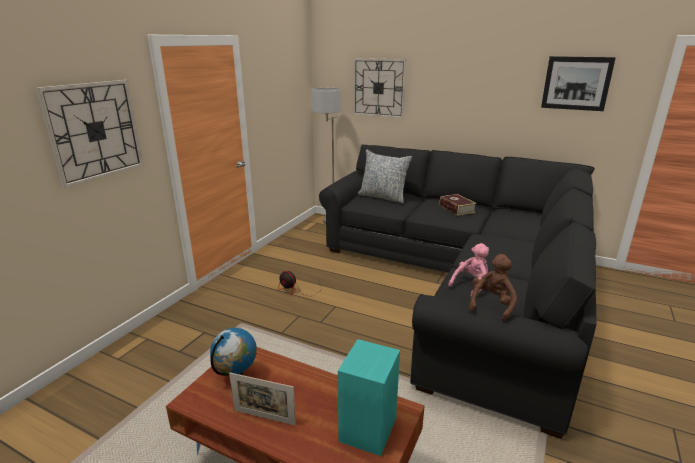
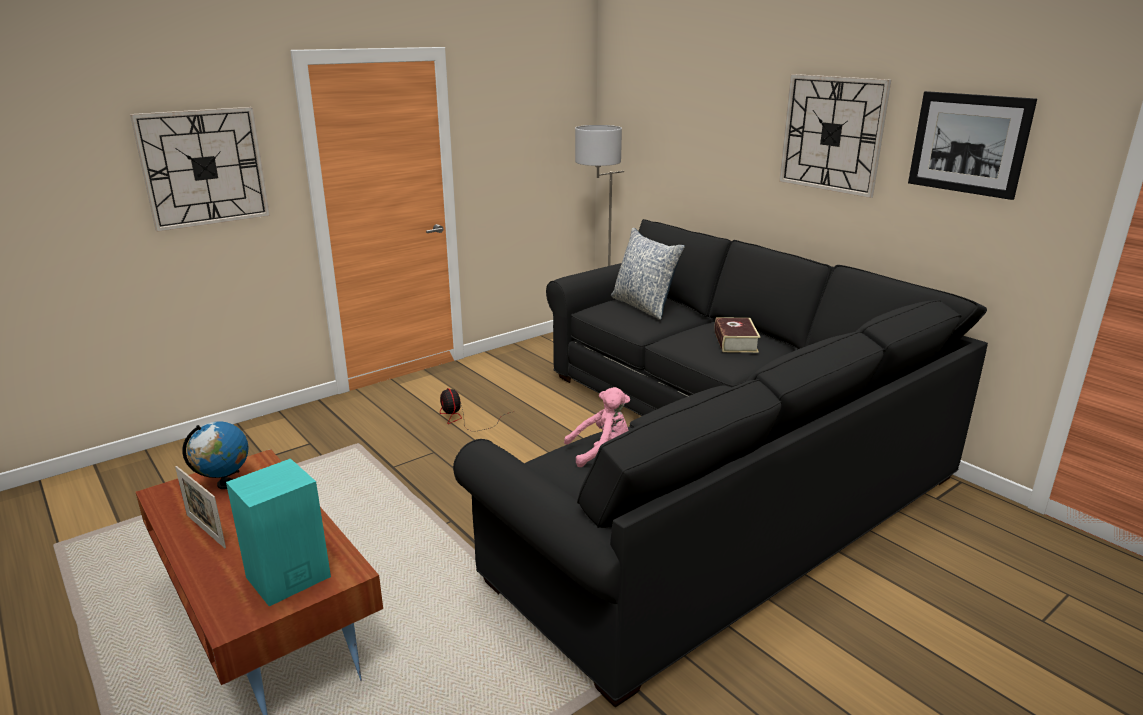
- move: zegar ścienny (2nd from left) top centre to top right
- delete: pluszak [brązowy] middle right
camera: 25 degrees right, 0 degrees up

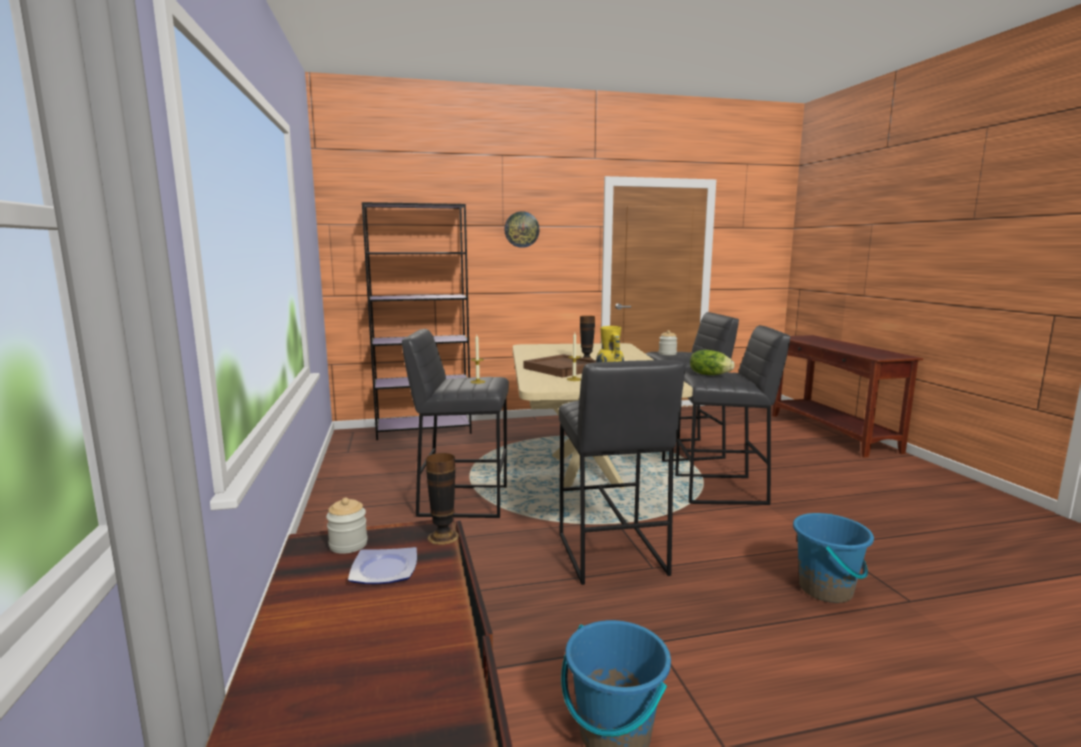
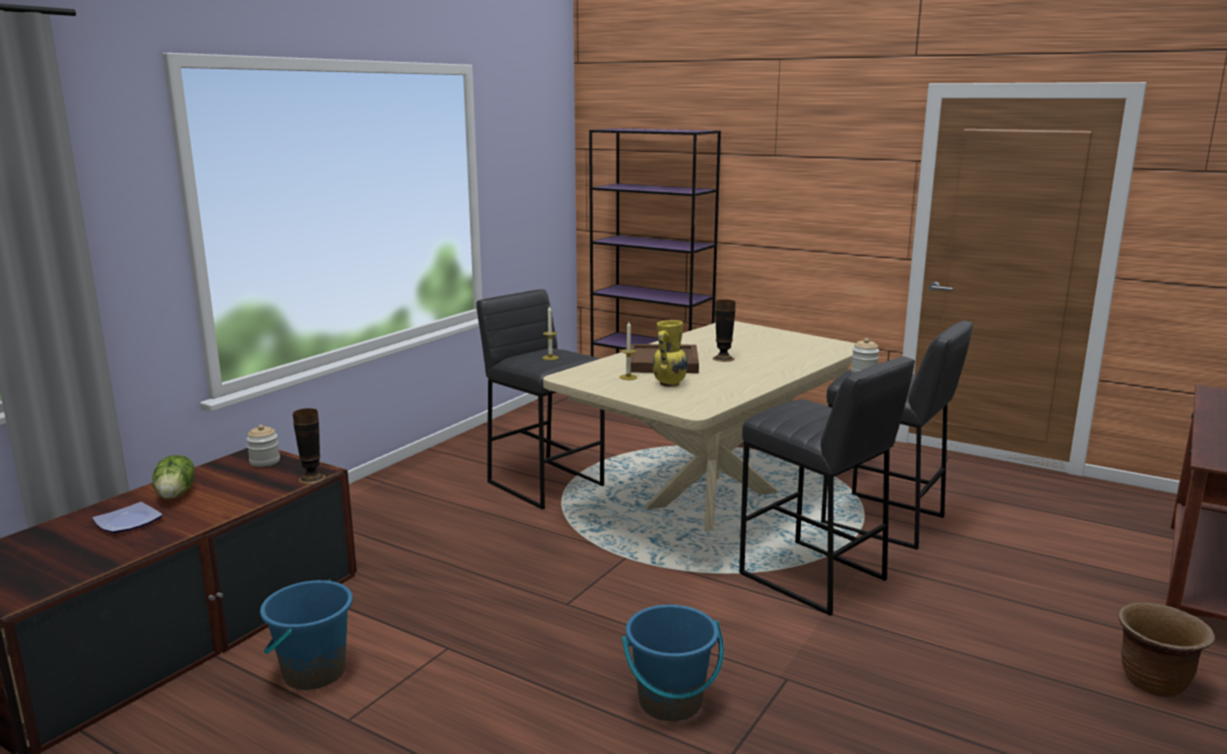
- move: talerz bottom centre to bottom left
- move: sałata centre to middle left
- insert: donica [brązowy] bottom right
- delete: zegar ścienny top centre
- delete: stołek [szary] (2nd from left) centre
camera: 45 degrees right, 5 degrees up

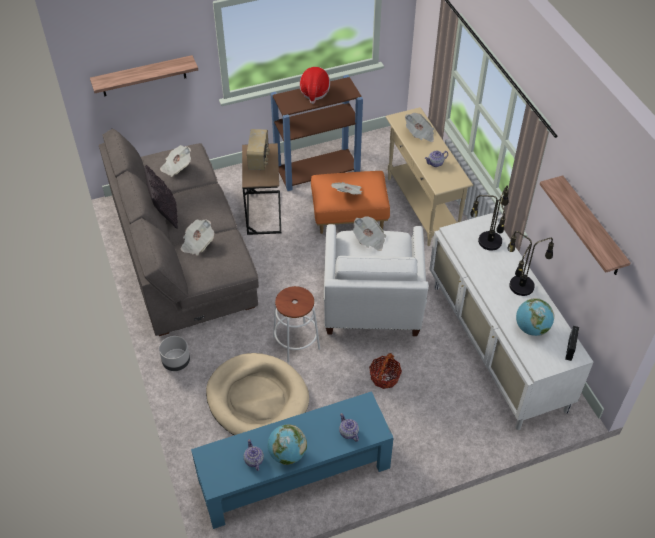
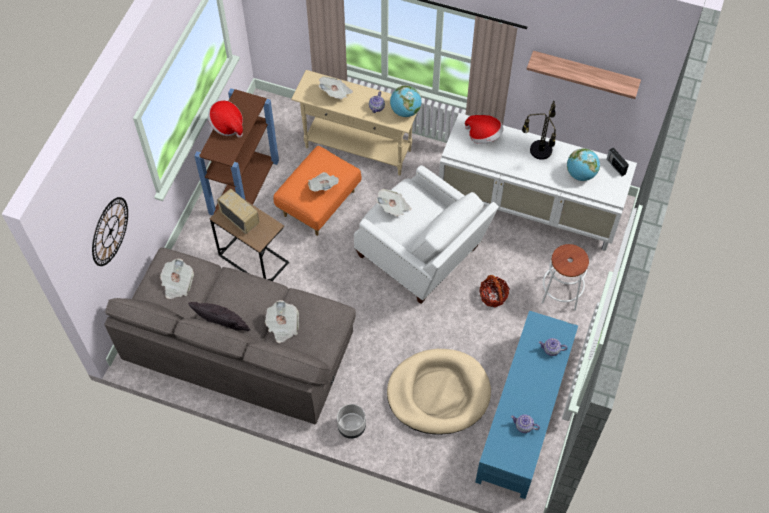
- replace: półka (1st from left) top left to zegar ścienny middle left
- move: globus (1st from left) bottom centre to top centre
- replace: lampa stołowa (1st from left) middle right to kapelusz (2nd from left) top centre
- move: stołek [biały] centre to middle right
camera: 50 degrees left, 10 degrees up

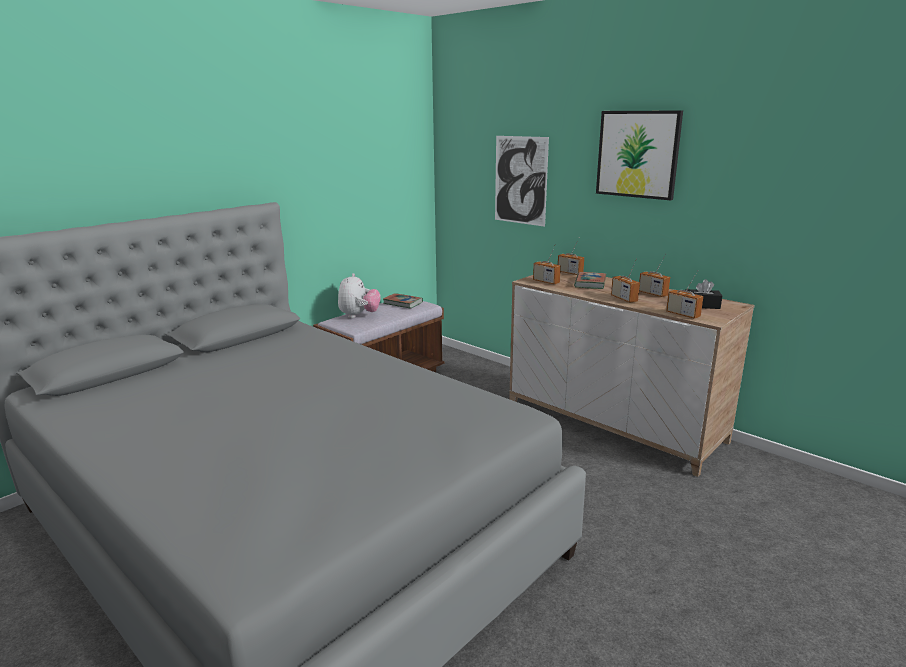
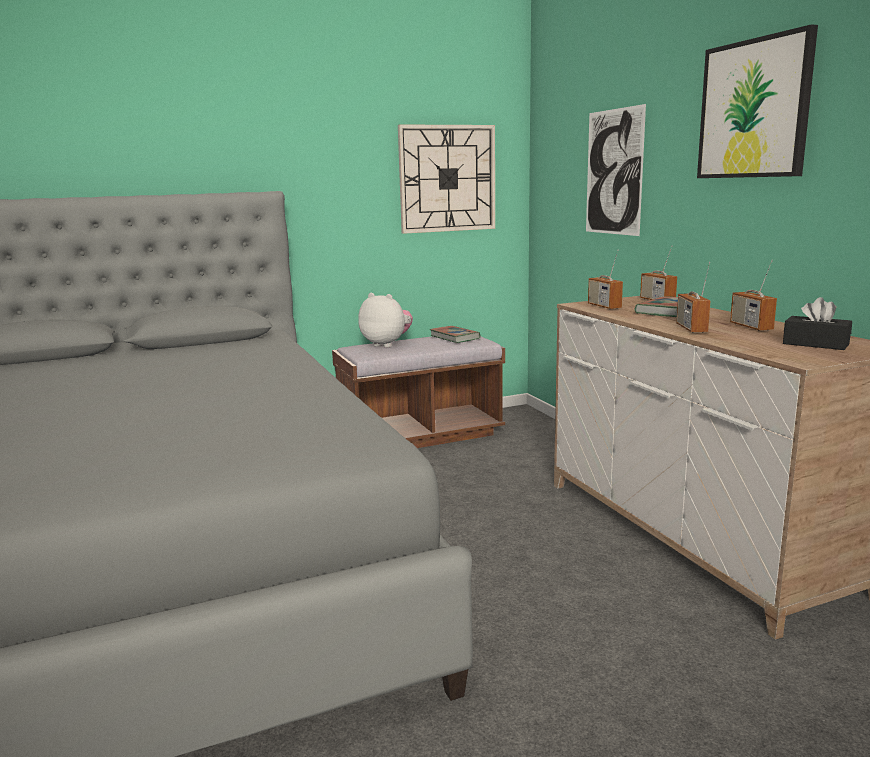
- rotate: pluszak centre = centre 90 degrees counterclockwise
- insert: zegar ścienny top centre
- delete: radio (5th from left) middle right
camera: 25 degrees right, 5 degrees down

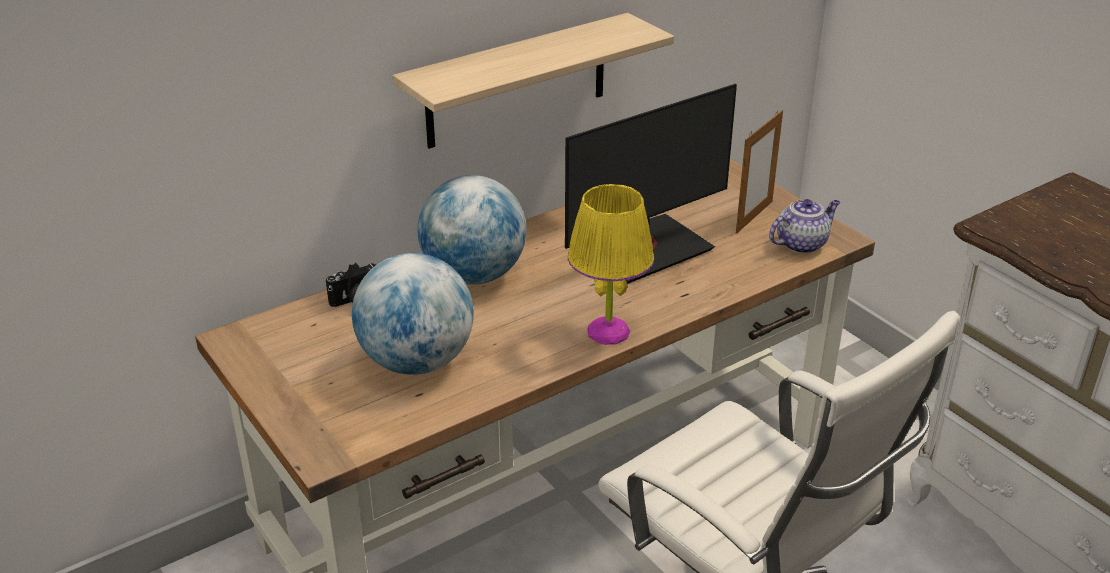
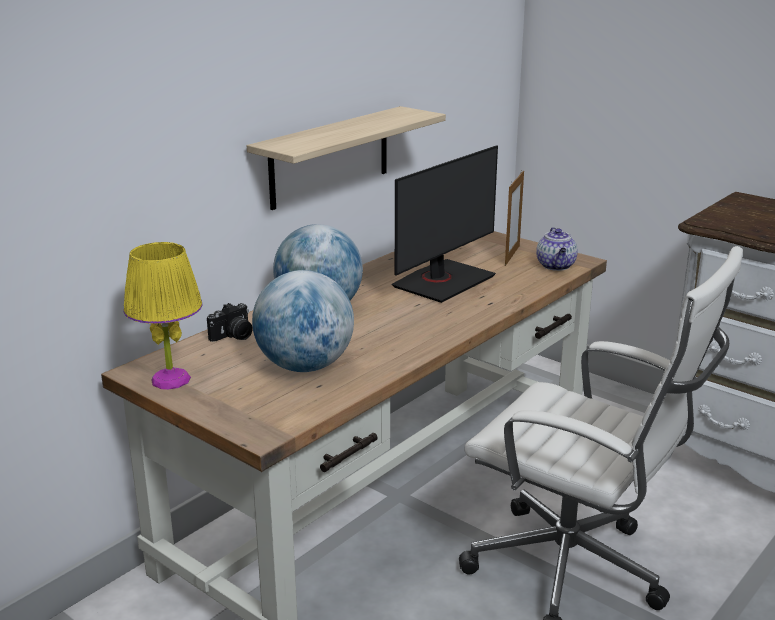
- move: lampa stołowa [żółty] centre to middle left
- rotate: imbryk middle right = middle right 135 degrees clockwise
camera: 15 degrees left, 10 degrees down

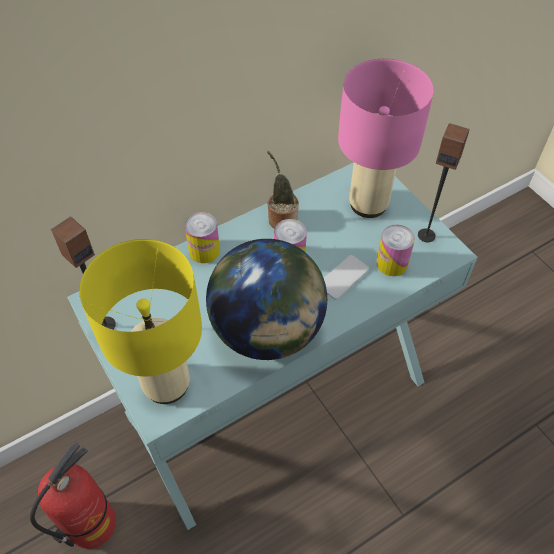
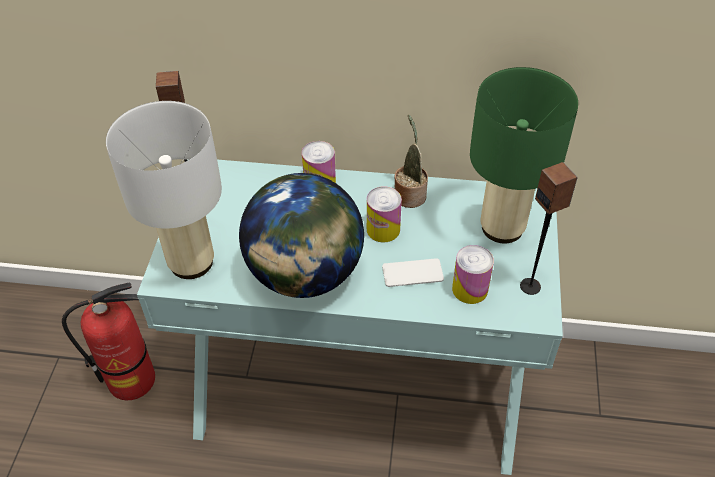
- recolor: lampa stołowa [żółty] middle left to lampa stołowa [biały] middle left
- recolor: lampa stołowa [różowy] top right to lampa stołowa [zielony] top right
camera: 40 degrees right, 5 degrees down

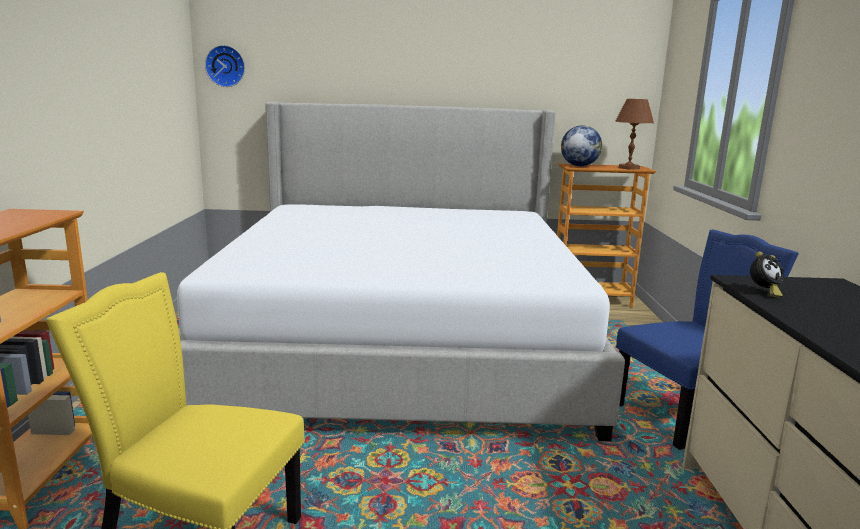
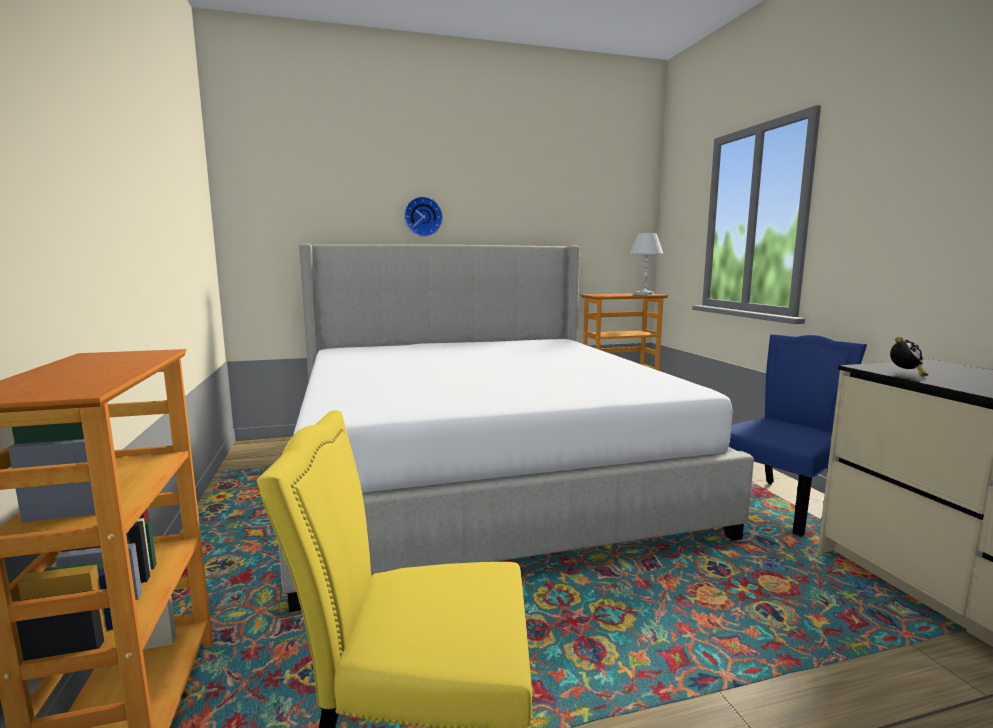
- move: zegar ścienny top left to top centre
- recolor: lampa stołowa [brązowy] top right to lampa stołowa [biały] centre
- delete: globus top right
camera: 15 degrees left, 5 degrees down

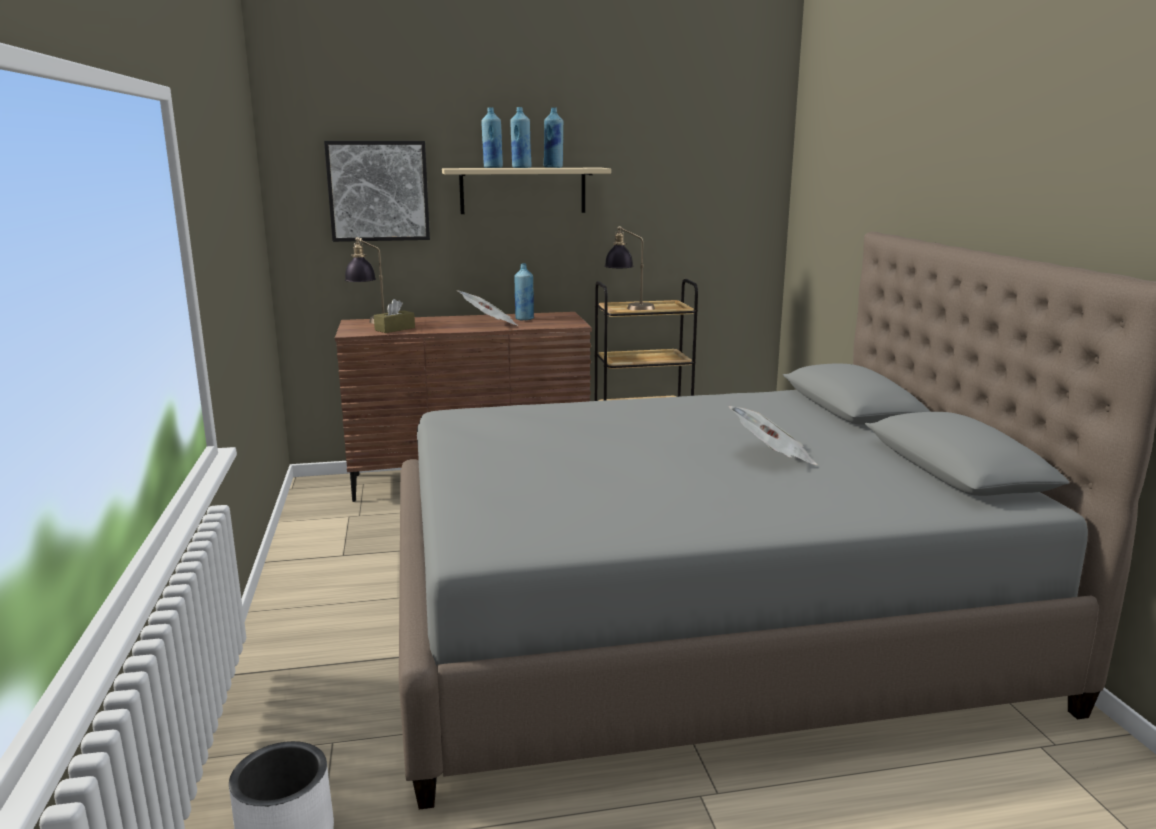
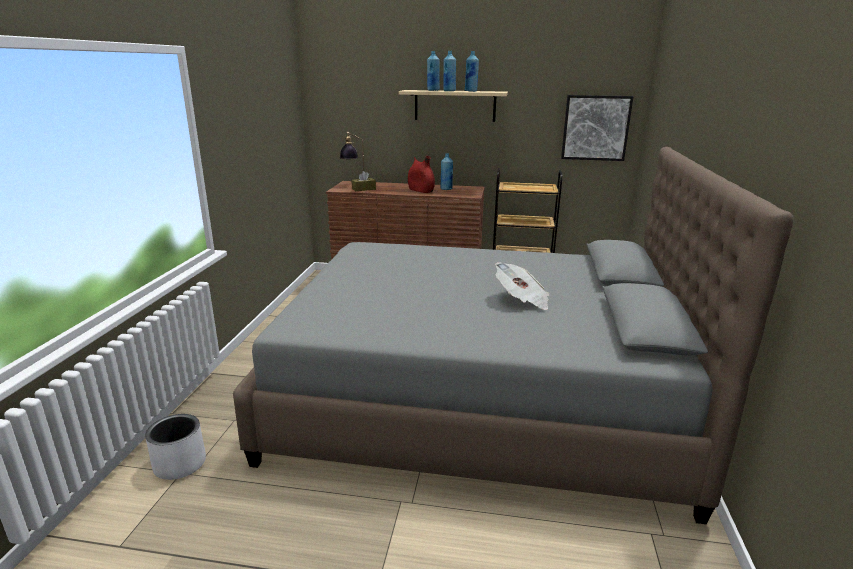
- replace: gazeta (1st from left) centre to wazon [czerwony] top centre
- move: obraz top left to top right
- delete: lampa stołowa (2nd from left) top centre
camera: 20 degrees right, 5 degrees up

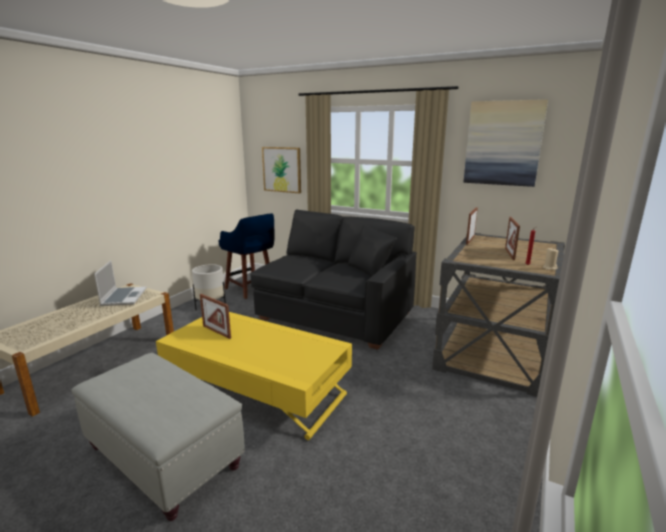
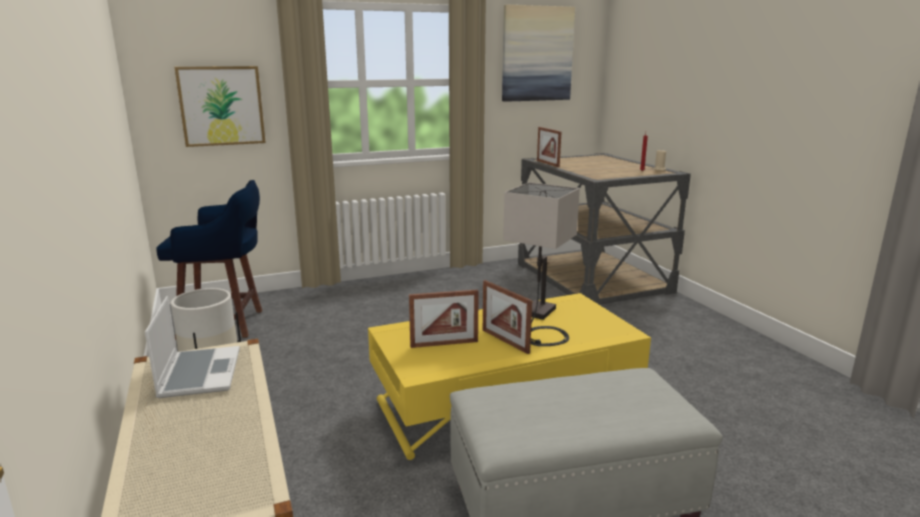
- rotate: laptop middle left = bottom left 45 degrees clockwise
- move: ramka na zdjęcie (3rd from left in the first image) middle right to ramka na zdjęcie (2nd from left) centre
- insert: lampa stołowa centre
- delete: kanapa [czarny] centre
camera: 50 degrees left, 0 degrees up

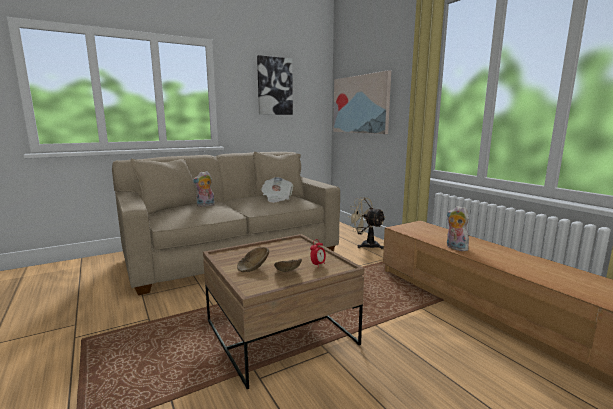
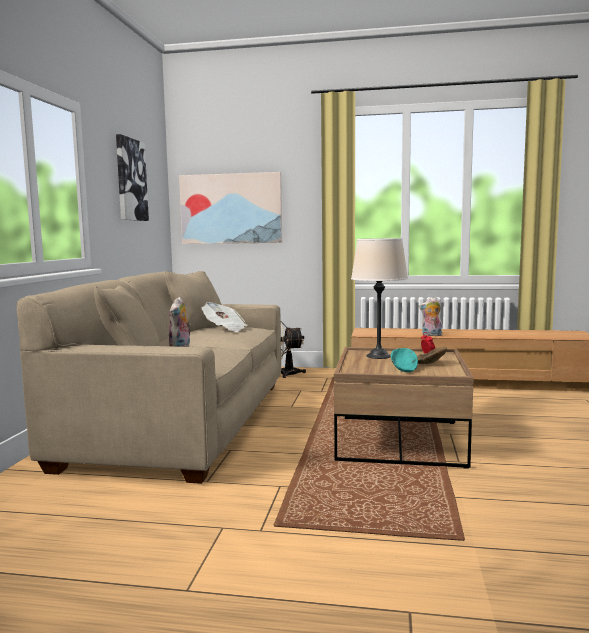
- insert: lampa stołowa [beżowy] centre
- recolor: miska [brązowy] (1st from left) centre to miska [turkusowy] middle right
camera: 50 degrees left, 5 degrees down

